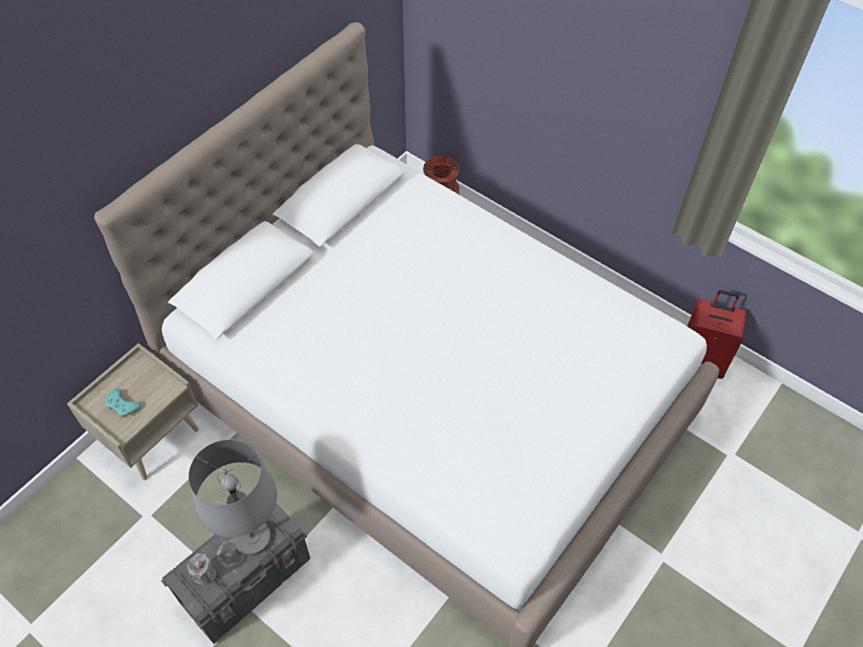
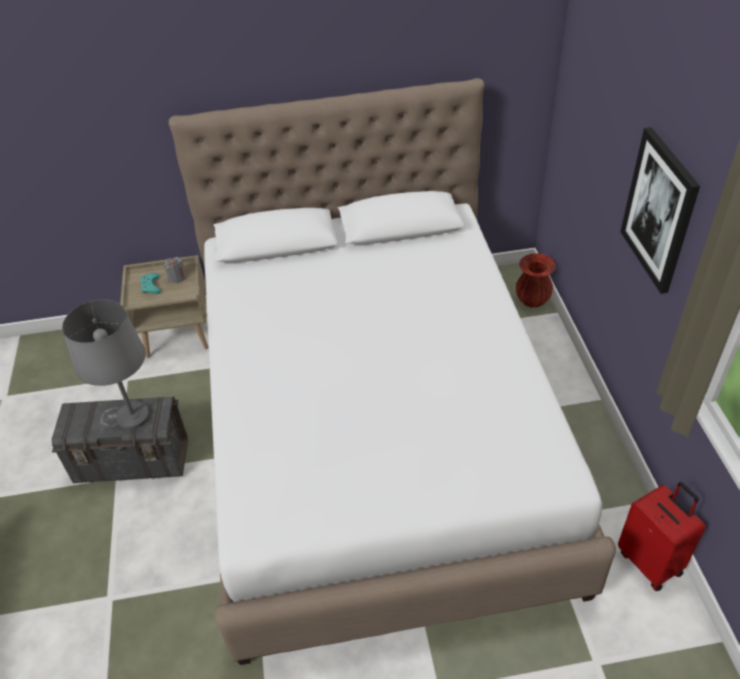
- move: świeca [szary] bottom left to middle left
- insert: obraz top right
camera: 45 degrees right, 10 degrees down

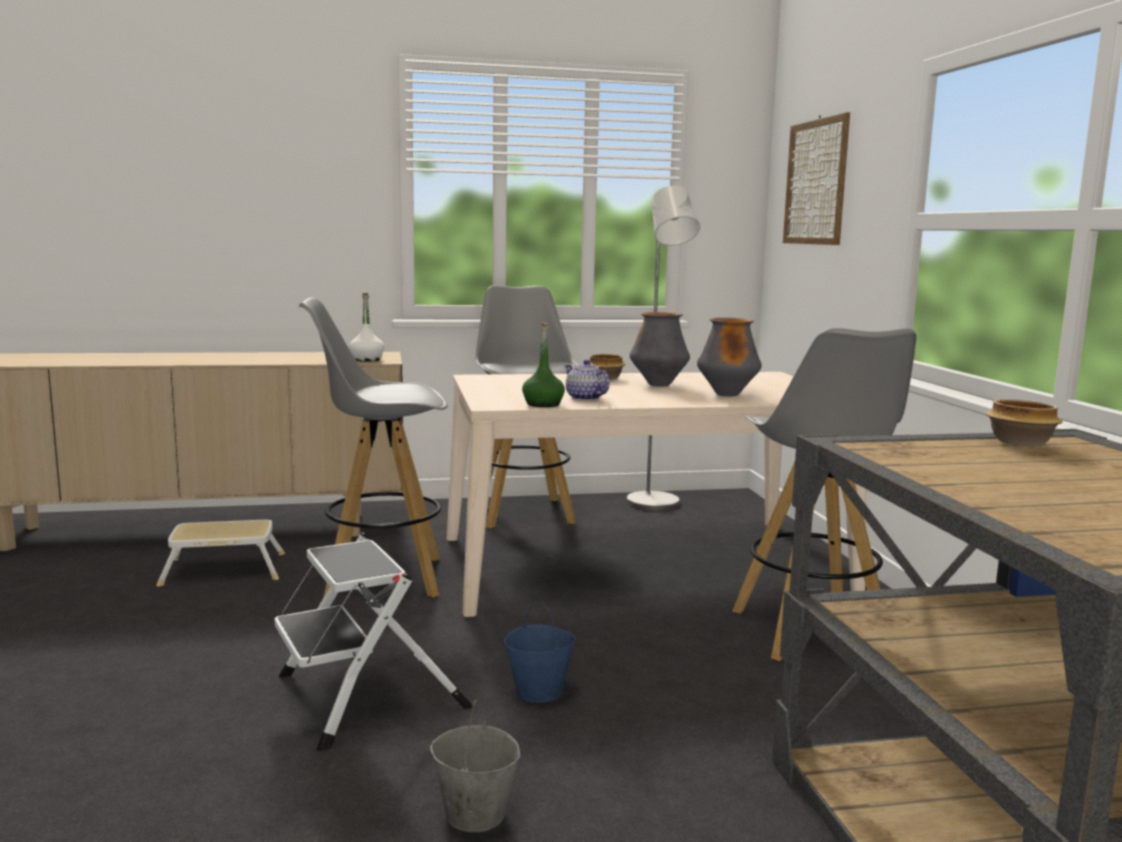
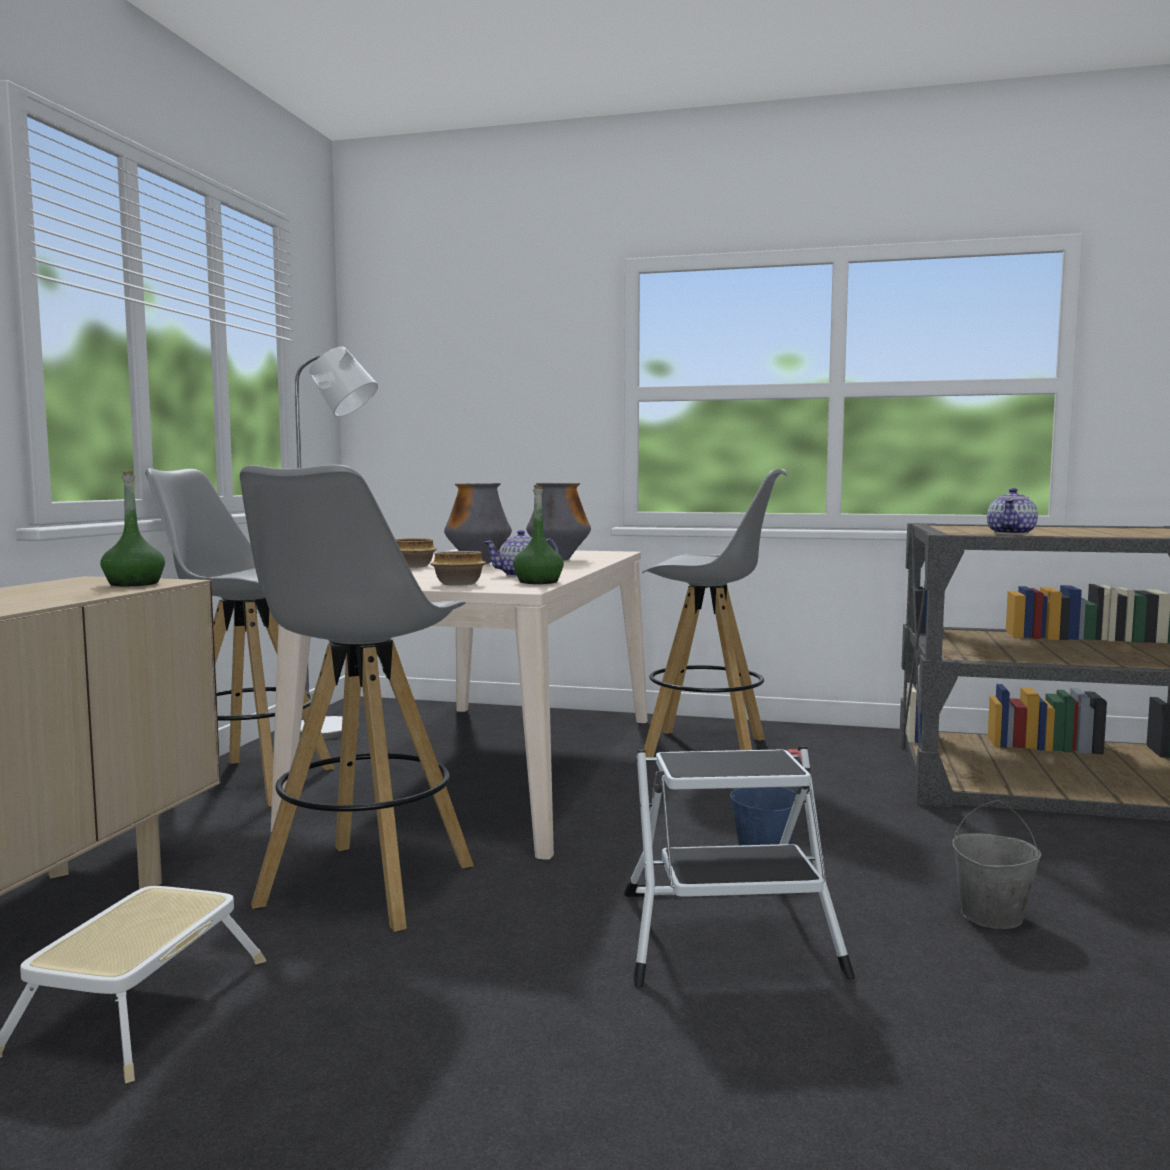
- recolor: butelka [biały] middle left to butelka [zielony] (1st from left) middle left
- move: miska (2nd from left) middle right to centre
- insert: imbryk (2nd from left) middle right
- delete: obraz top right
camera: 65 degrees left, 5 degrees down

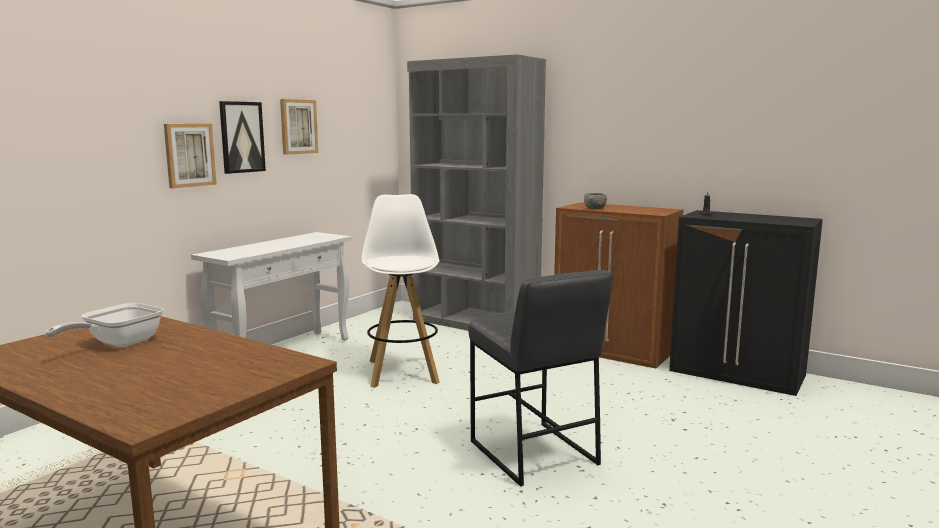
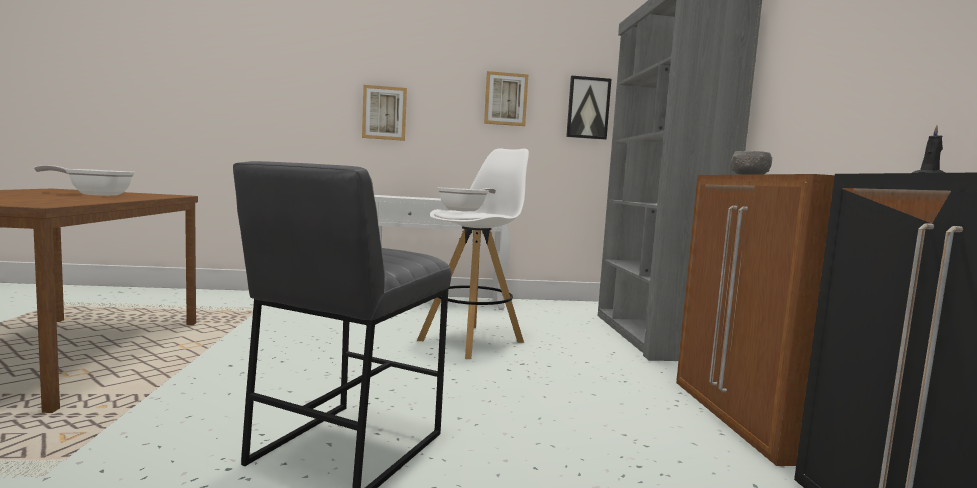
- insert: patelnia (2nd from left) centre
- move: obraz (2nd from left in the first image) top left to obraz (3rd from left) top centre
camera: 50 degrees right, 5 degrees down

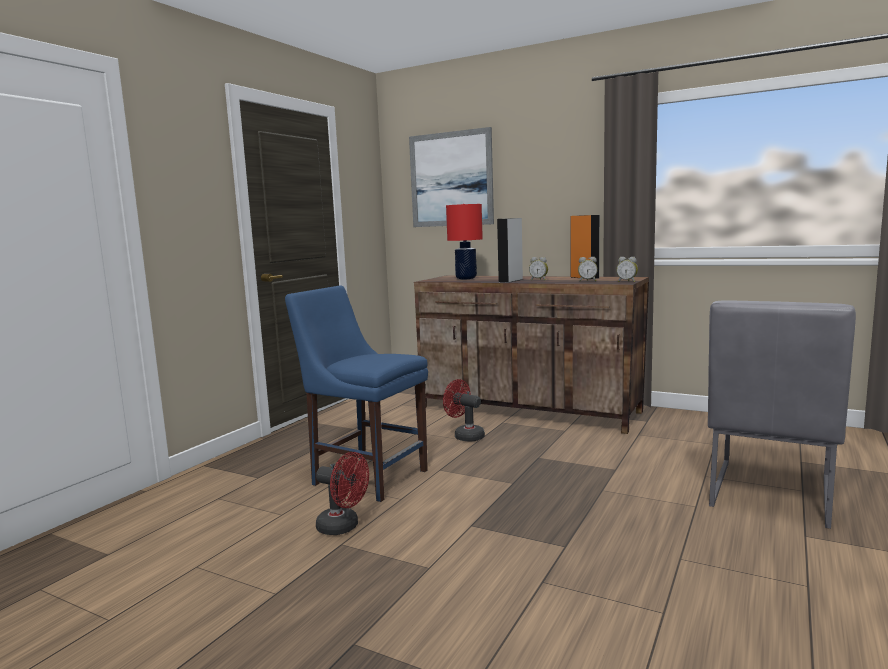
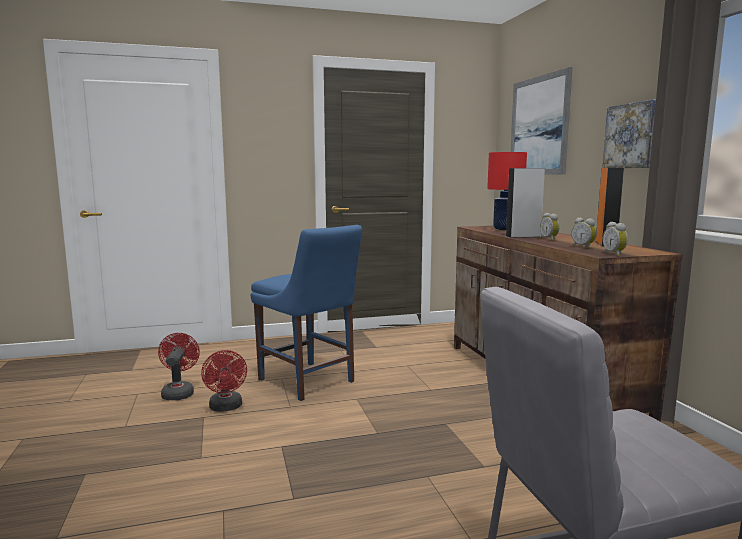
- move: wentylator [czerwony] (2nd from left in the first image) centre to wentylator [czerwony] (1st from left) bottom left
- rotate: krzesło [niebieski] centre = centre 150 degrees clockwise
- insert: obraz (2nd from left) top right
camera: 45 degrees right, 0 degrees up

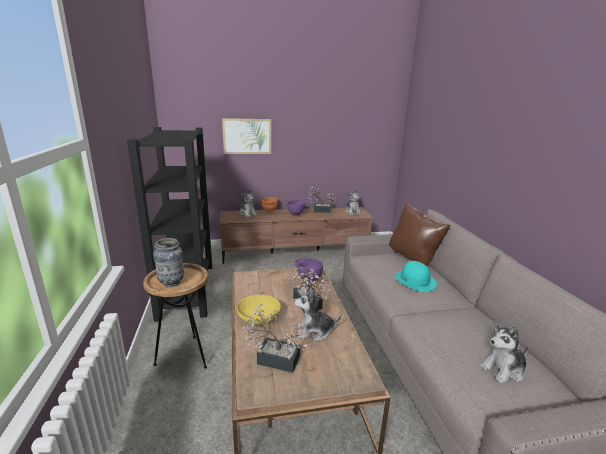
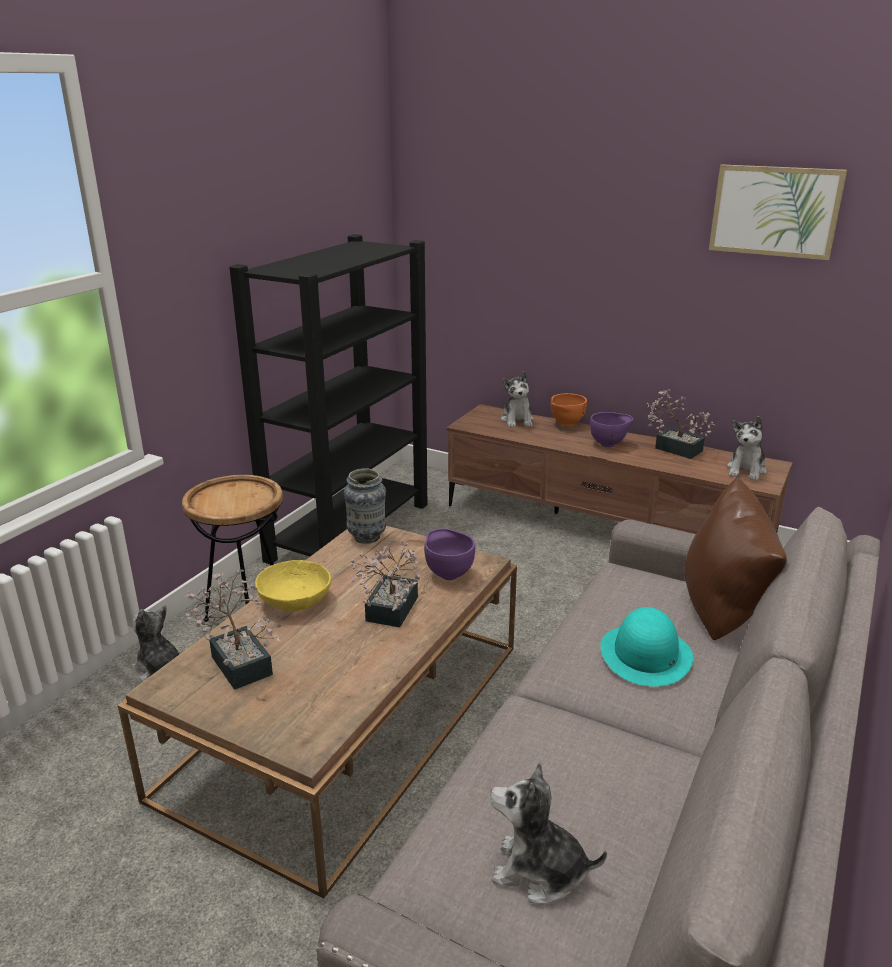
- move: pluszak (2nd from left in the first image) bottom centre to pluszak (1st from left) middle left
- move: wazon middle left to centre
- move: obraz top centre to top right
camera: 40 degrees right, 5 degrees up

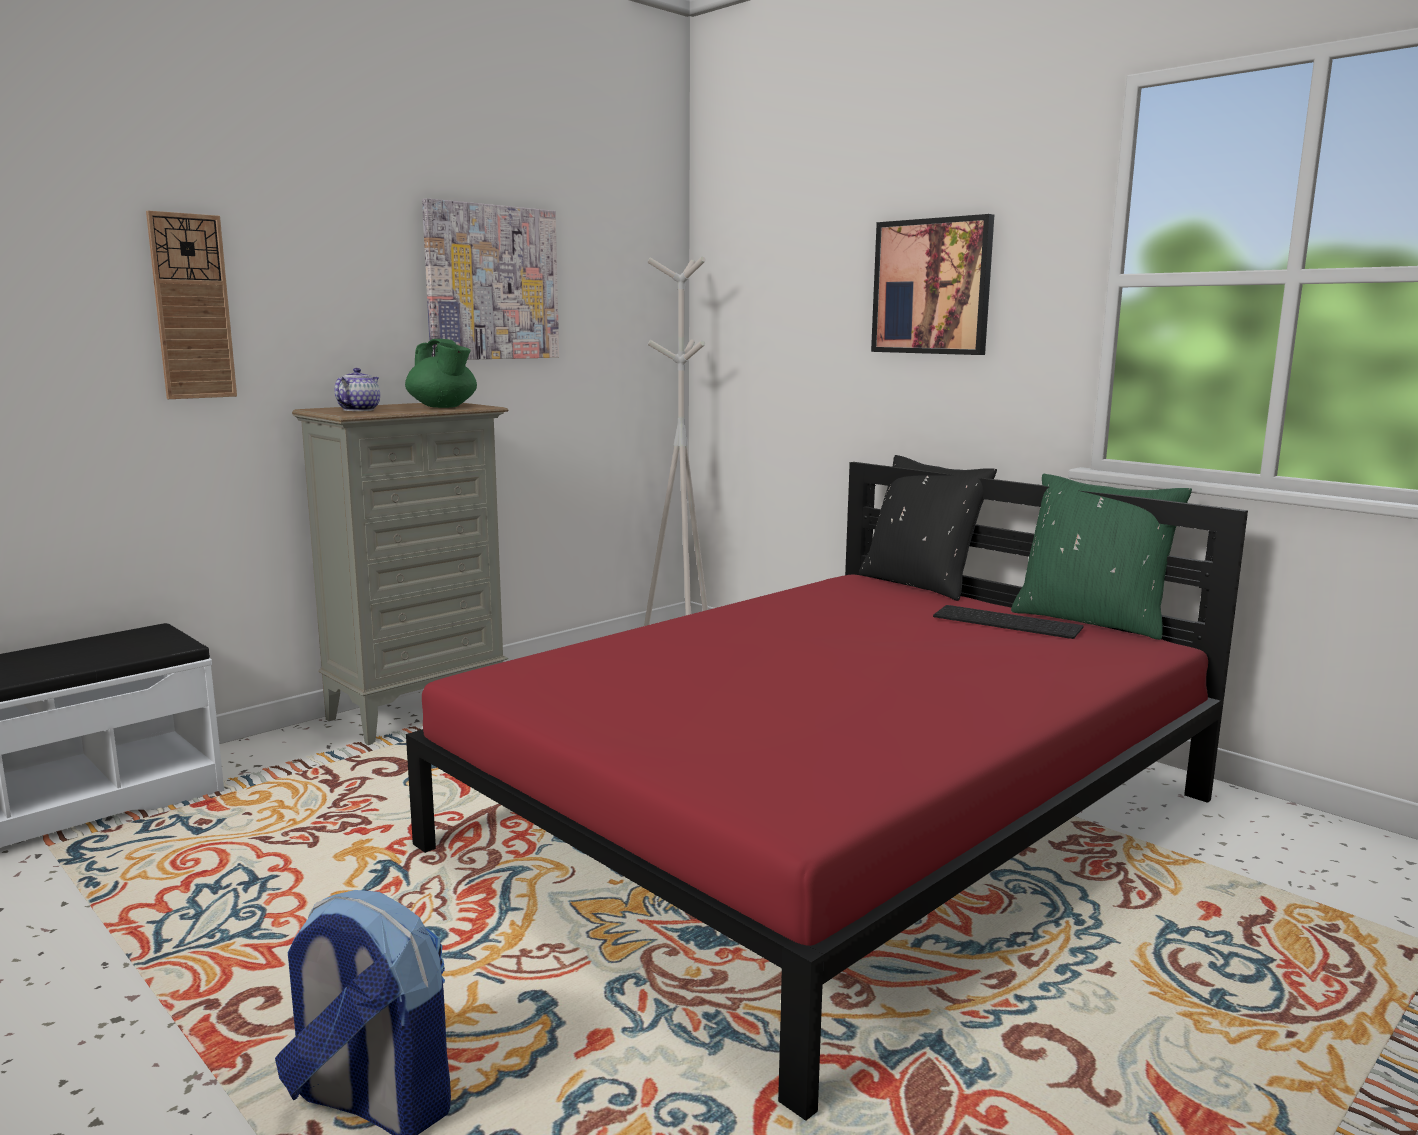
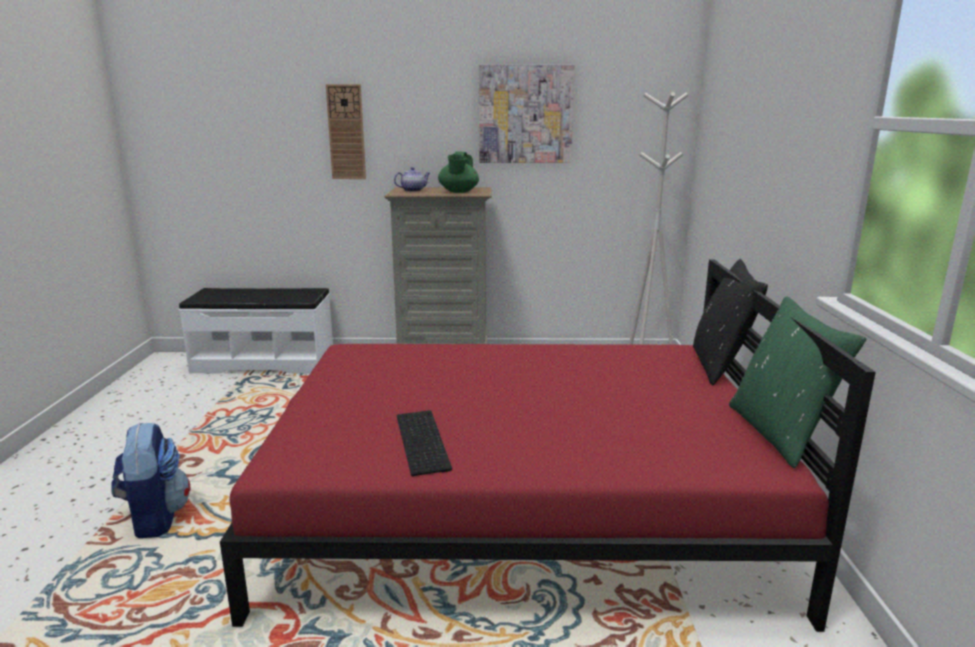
- move: klawiatura middle right to bottom centre
- delete: obraz (2nd from left) top centre
camera: 45 degrees right, 5 degrees up

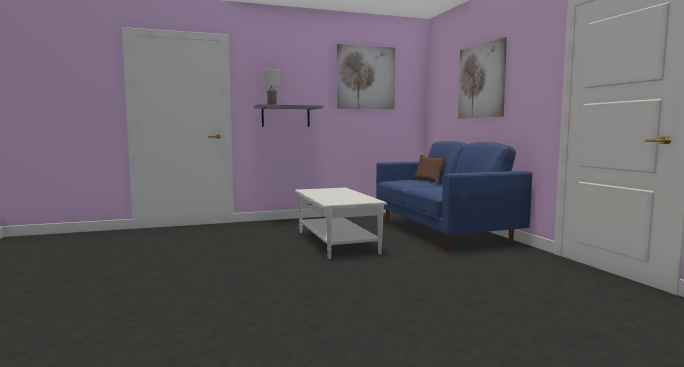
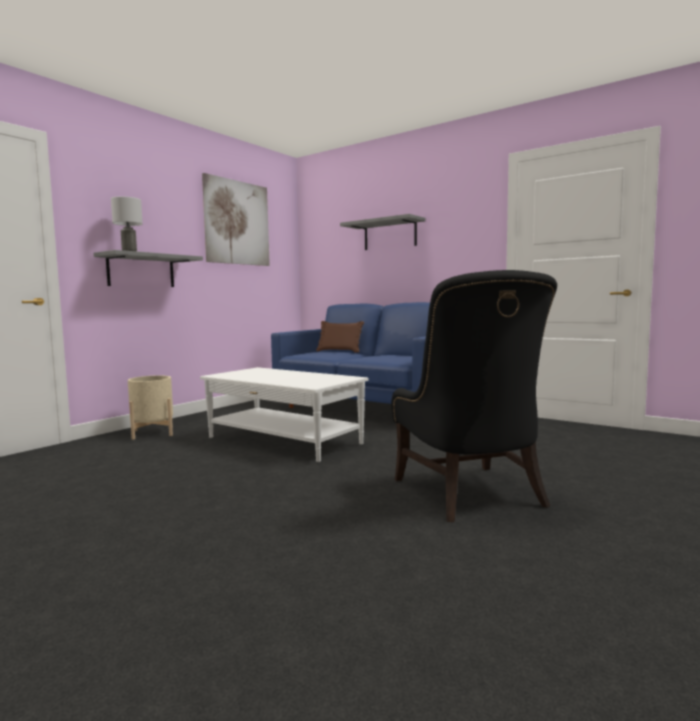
- insert: donica [beżowy] middle left
- replace: obraz (2nd from left) top right to półka [szary] (2nd from left) top centre
- insert: fotel [czarny] middle right
camera: 35 degrees left, 0 degrees up

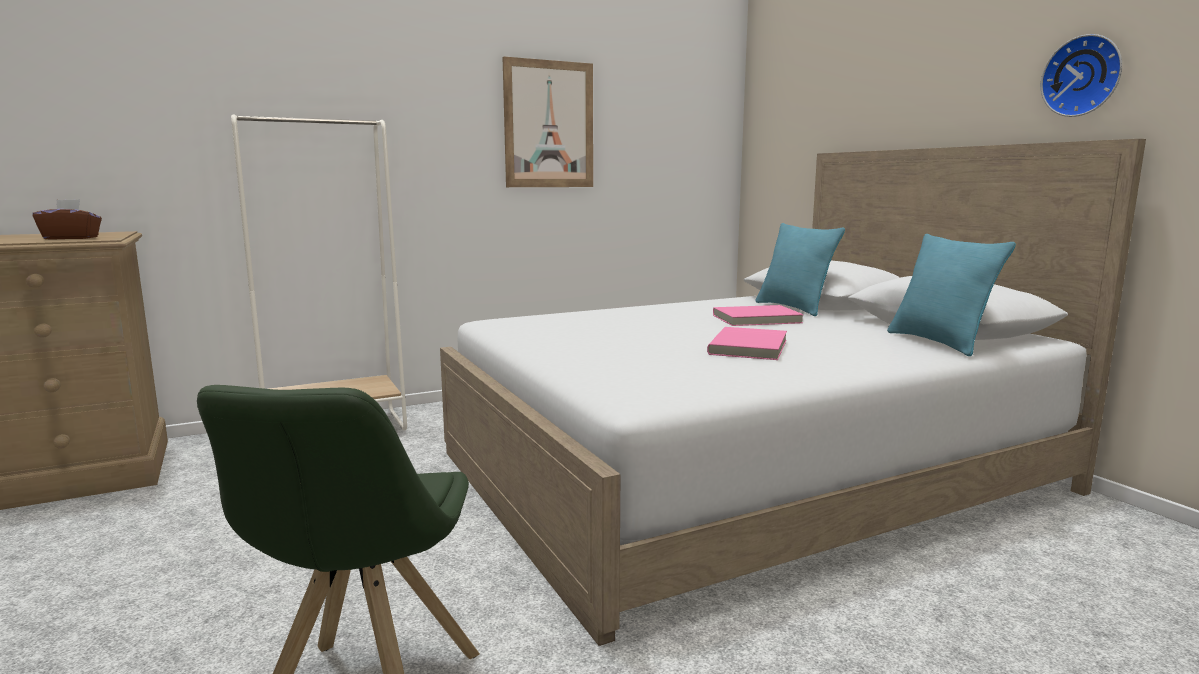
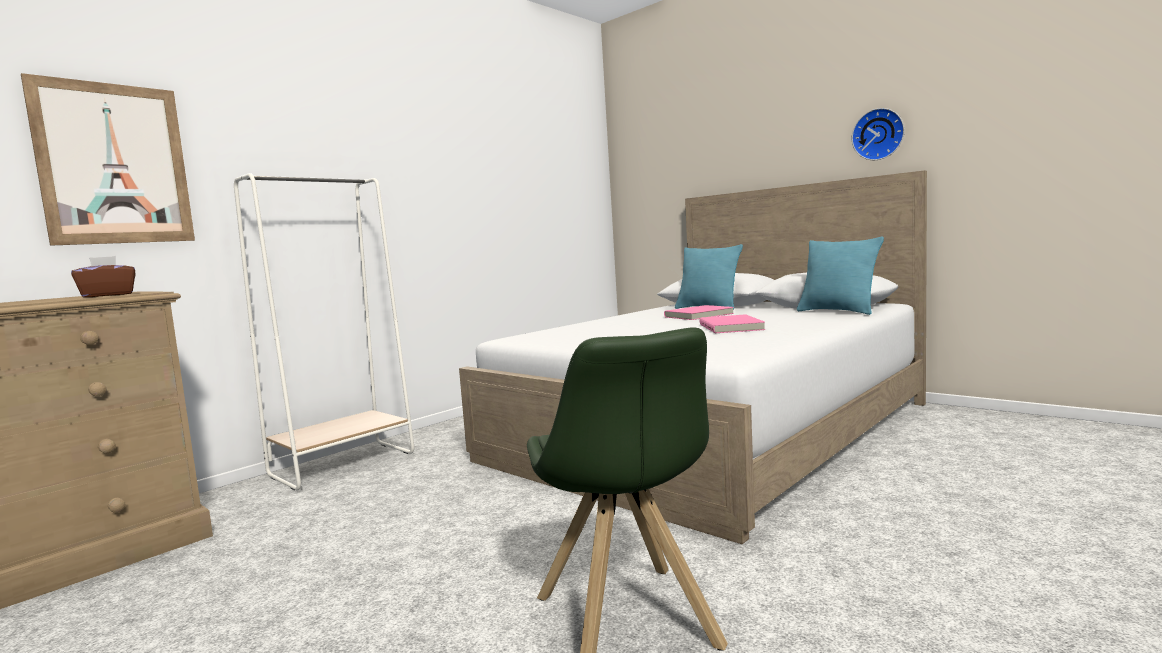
- move: obraz top centre to top left
camera: 20 degrees left, 5 degrees down

